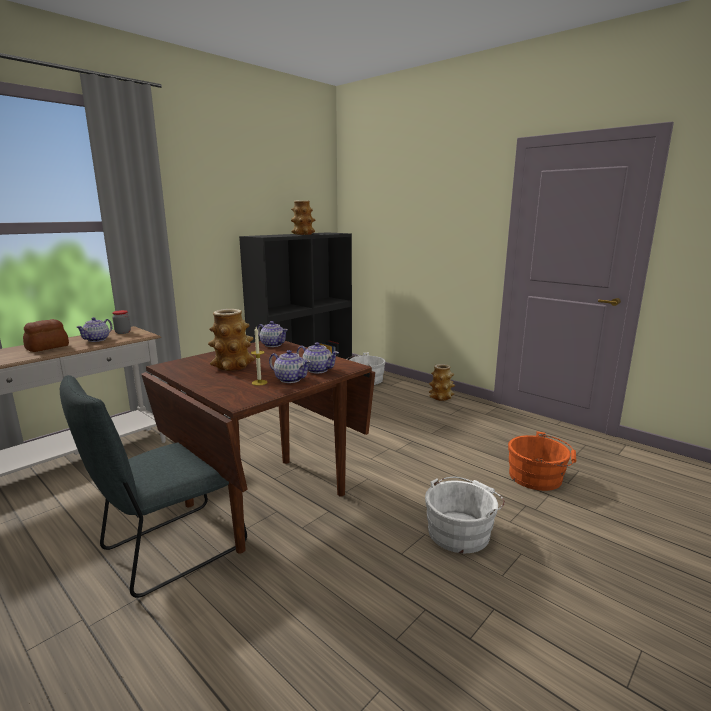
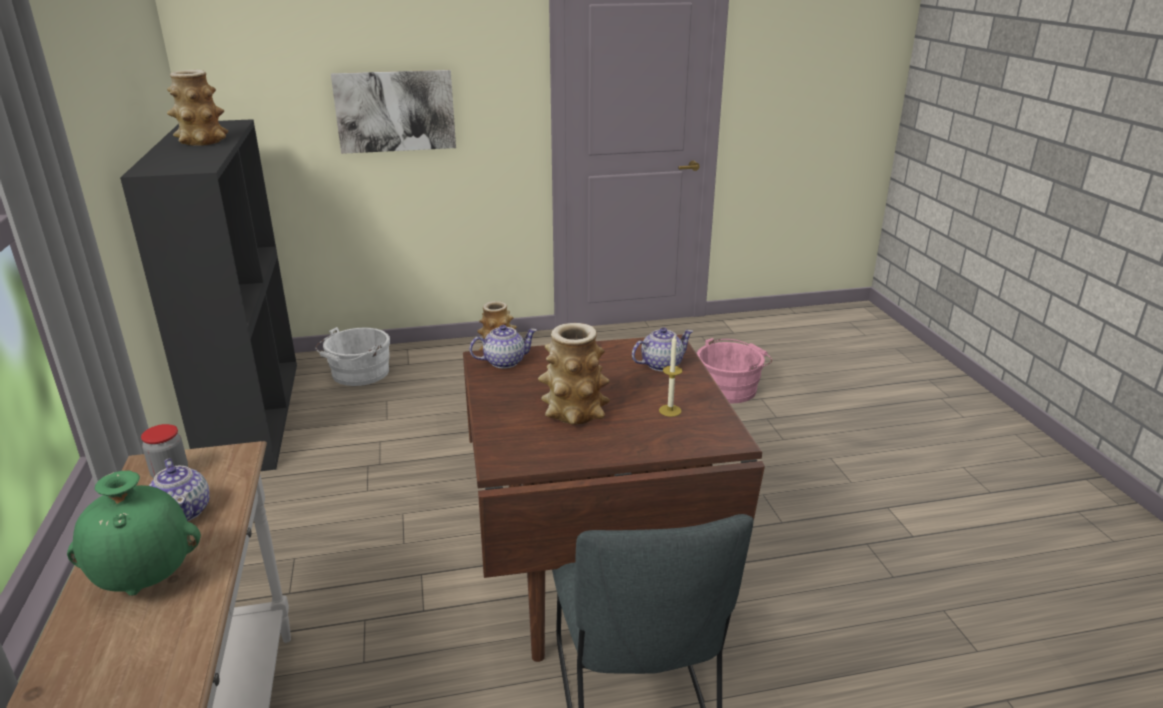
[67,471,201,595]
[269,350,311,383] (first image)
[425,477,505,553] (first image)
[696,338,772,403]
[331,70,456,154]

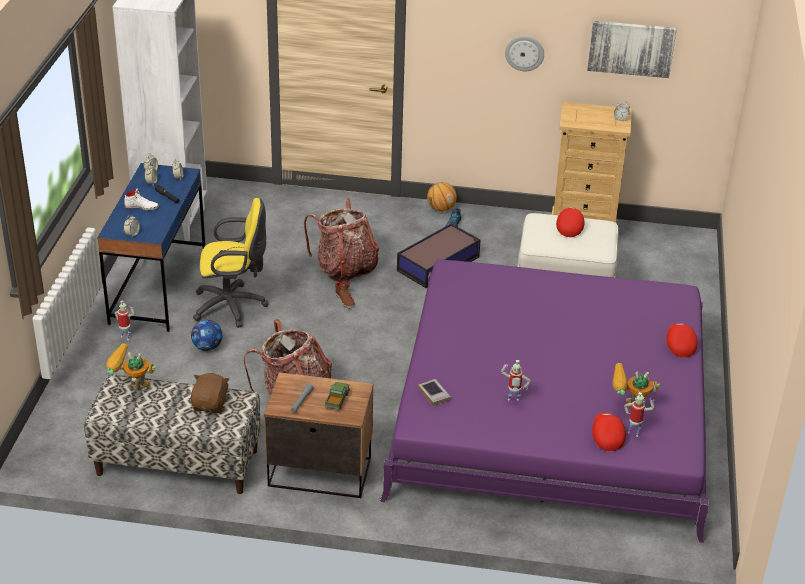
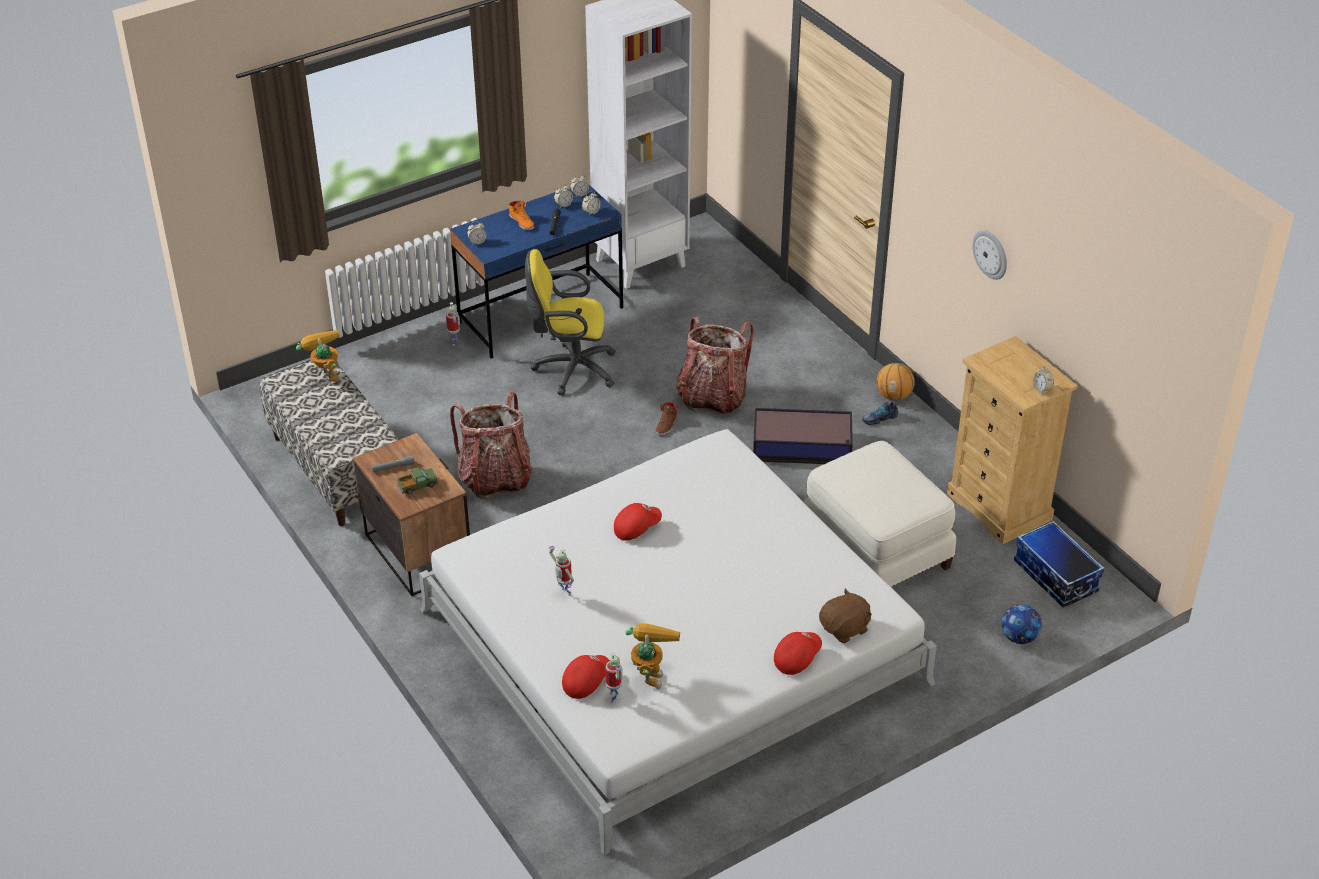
[509,201,534,230]
[819,588,872,643]
[1001,604,1042,644]
[525,249,616,396]
[419,429,937,855]
[418,379,451,406] (first image)
[614,503,662,541]
[587,21,676,78] (first image)
[625,624,680,689]
[1014,521,1105,608]

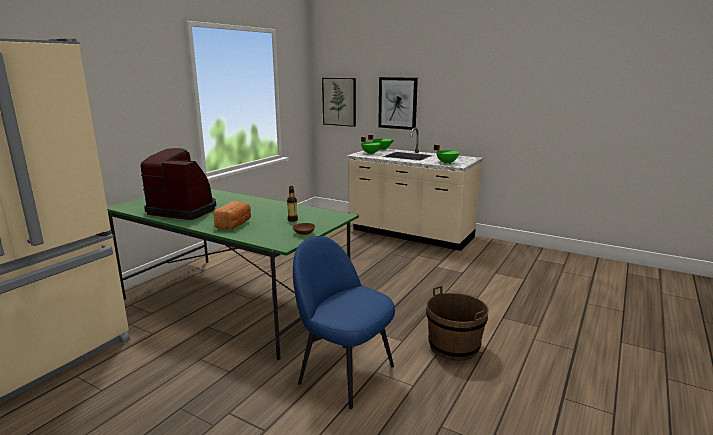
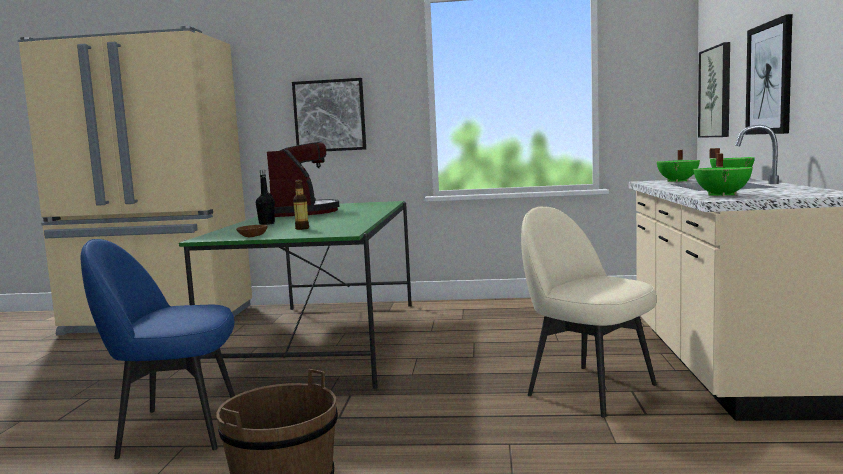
[256,170,275,225]
[81,239,235,459]
[292,78,366,151]
[521,206,657,418]

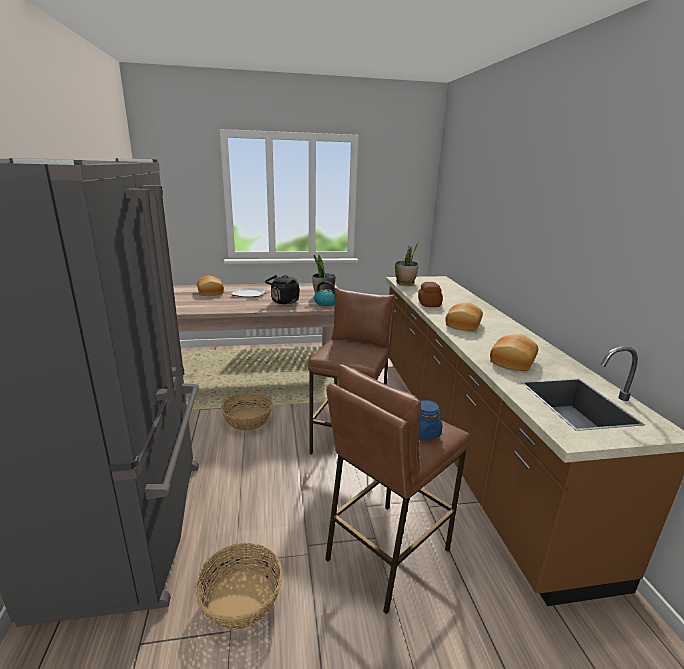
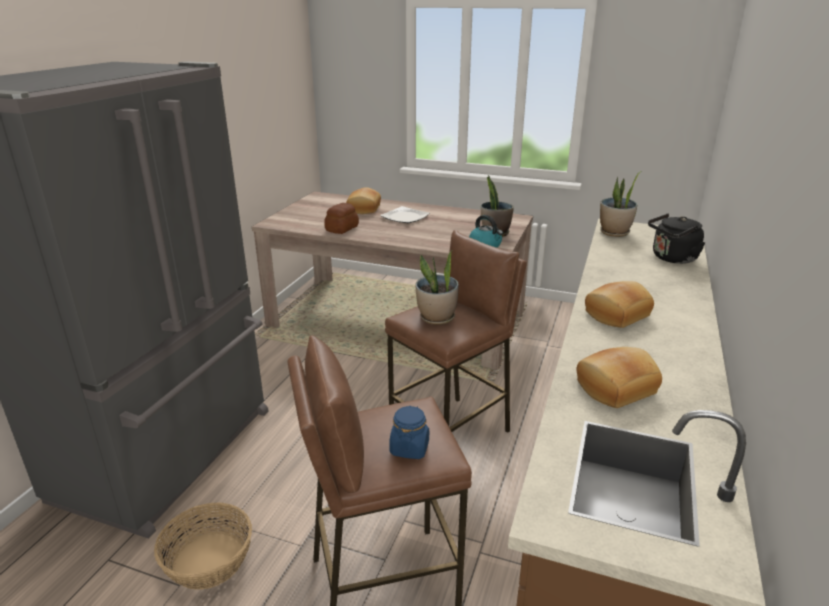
[221,392,273,431] (first image)
[648,214,705,264]
[324,203,359,234]
[415,250,459,325]

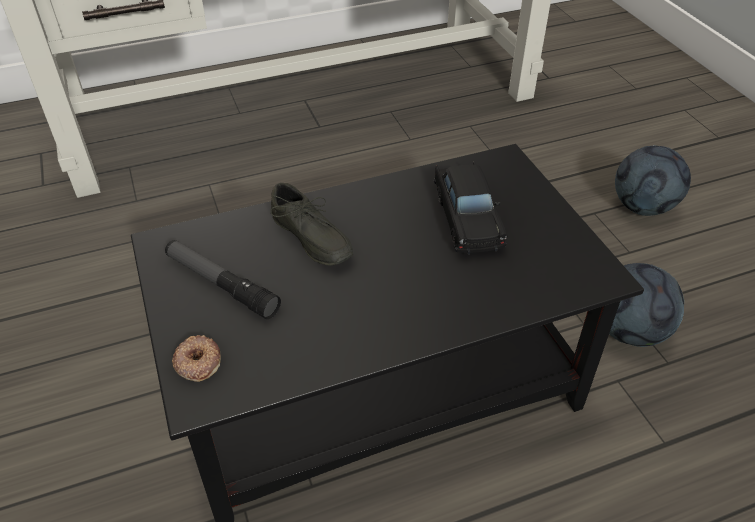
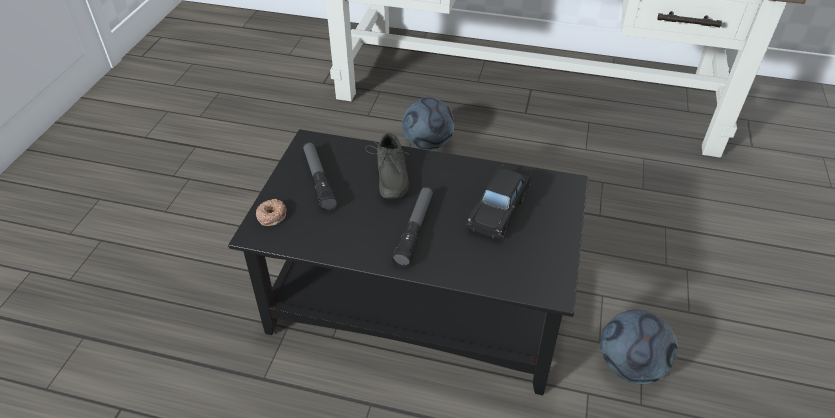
[402,97,454,150]
[392,186,433,267]

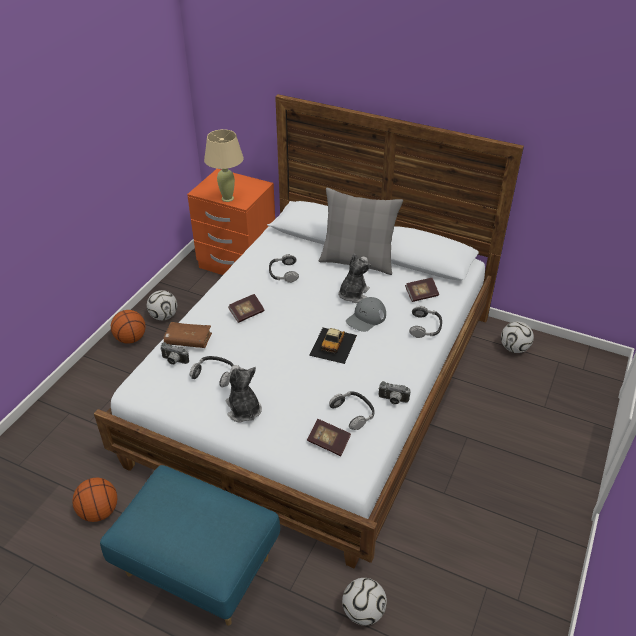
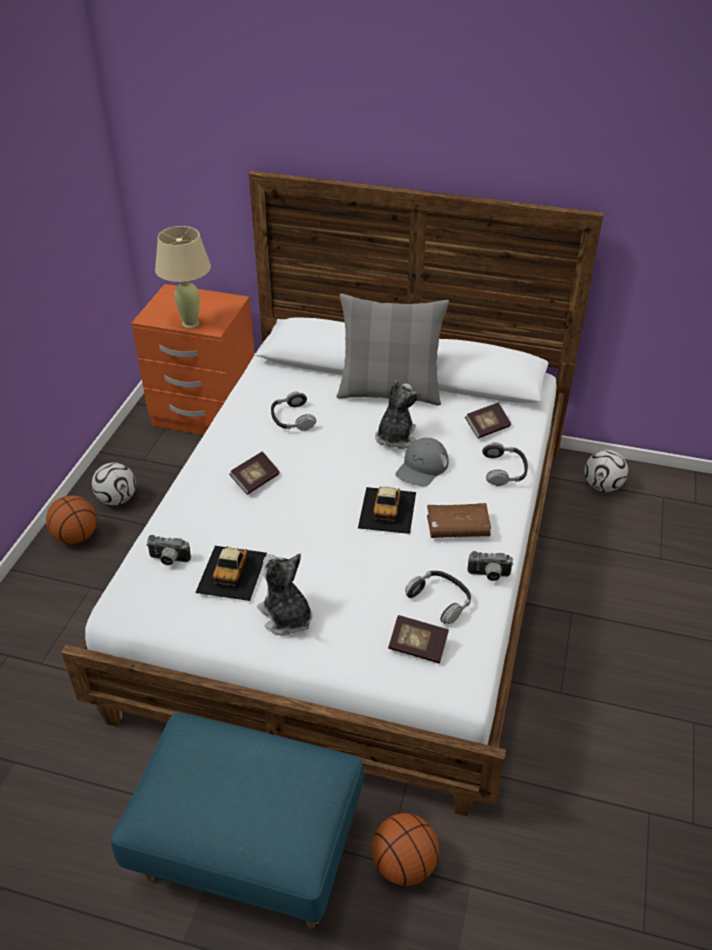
[372,813,439,886]
[427,503,491,538]
[195,546,267,601]
[342,578,387,625] (first image)

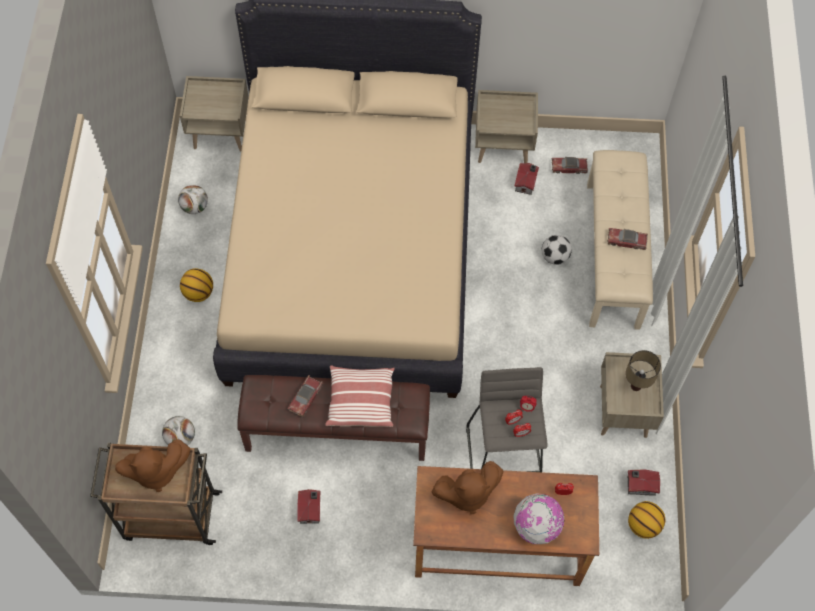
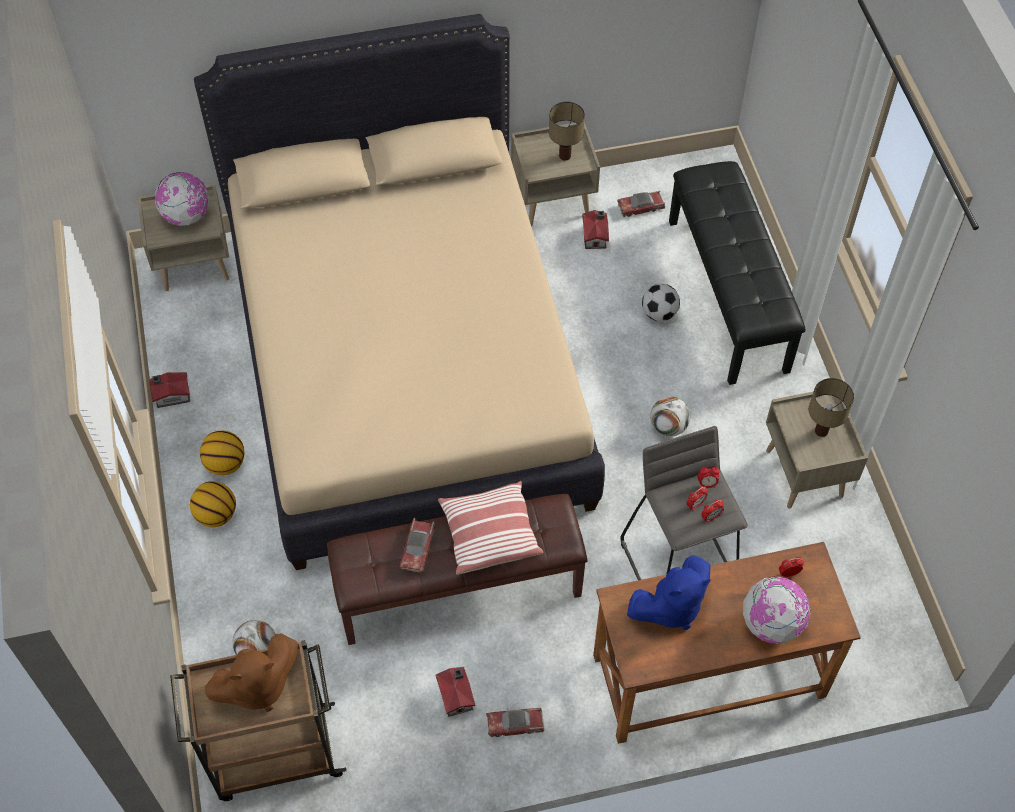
[650,397,690,437]
[627,555,711,630]
[669,161,806,385]
[486,708,544,737]
[149,372,190,408]
[190,481,236,527]
[155,172,209,226]
[549,102,585,161]

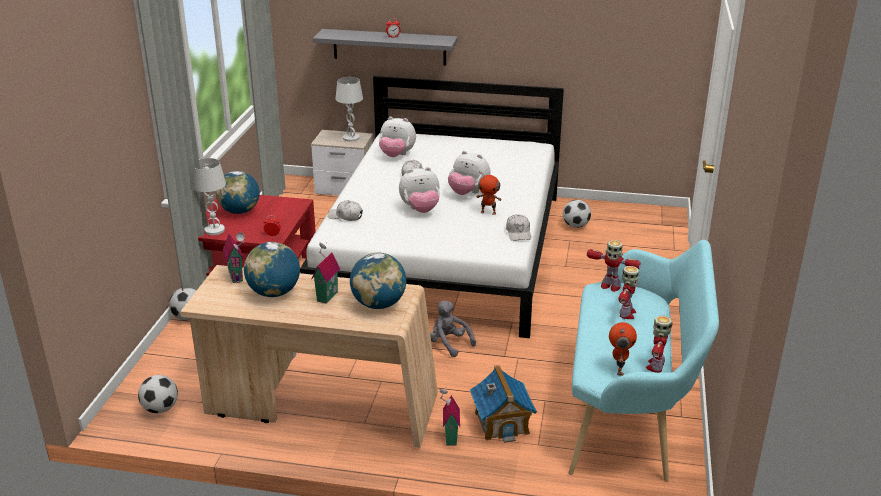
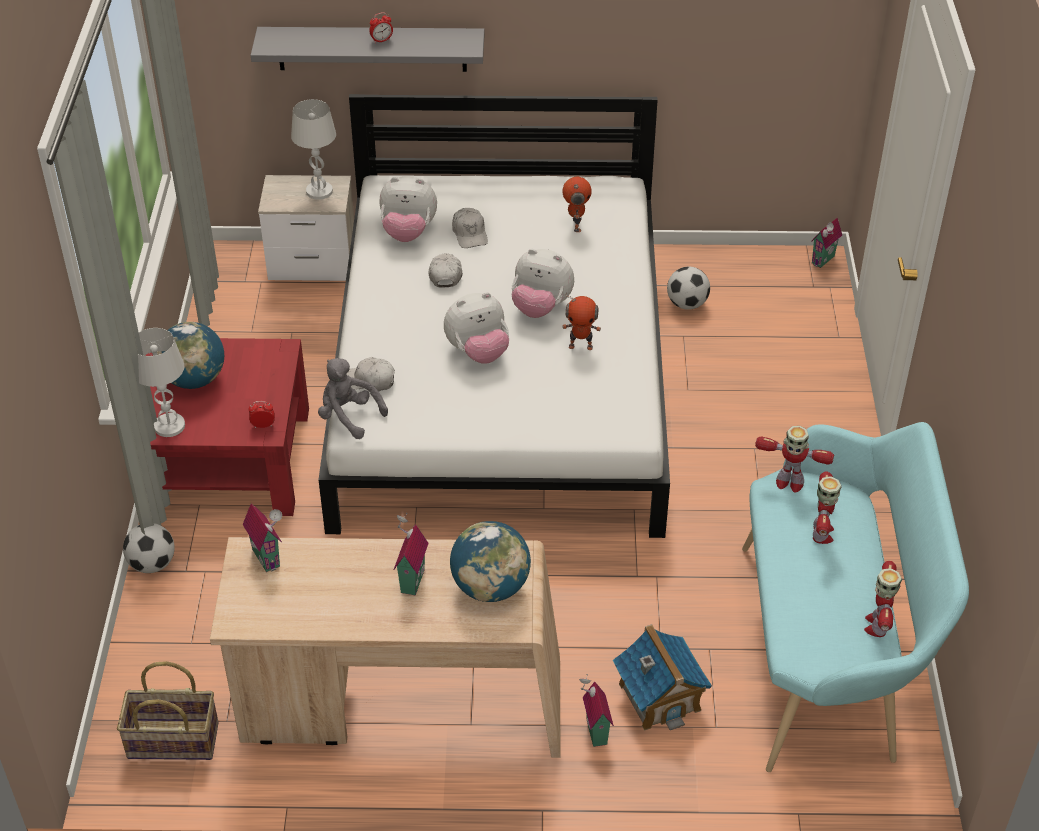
[117,661,219,760]
[244,242,300,297] (first image)
[318,358,388,439]
[452,208,488,248]
[562,177,592,232]
[811,218,842,268]

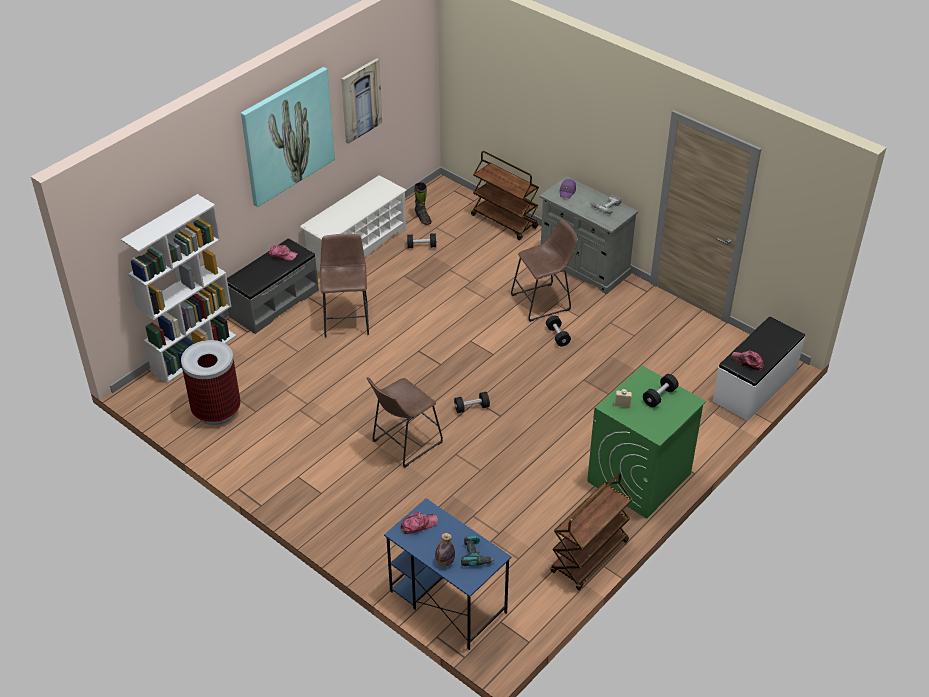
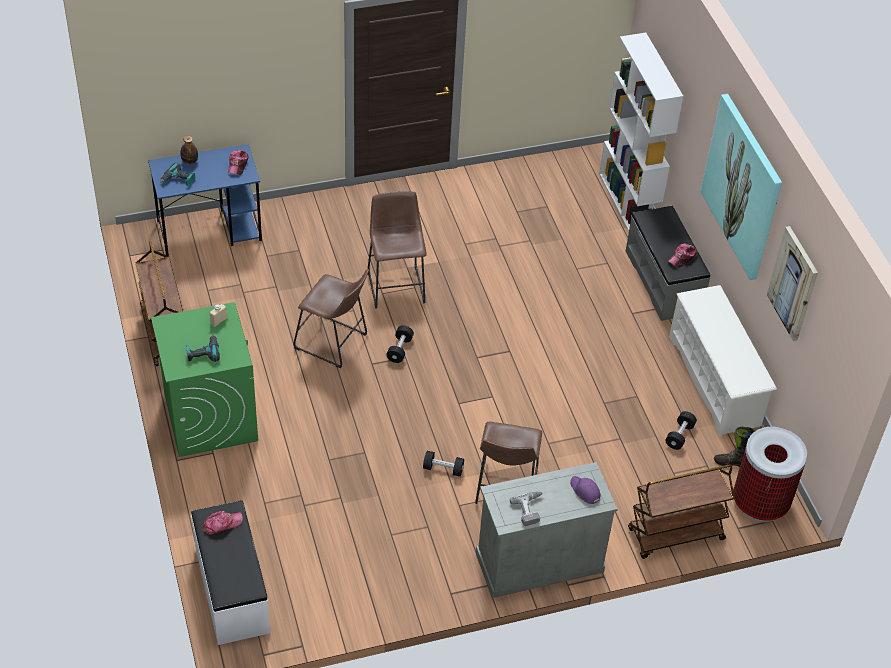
[733,427,807,522]
[293,269,369,368]
[186,335,220,362]

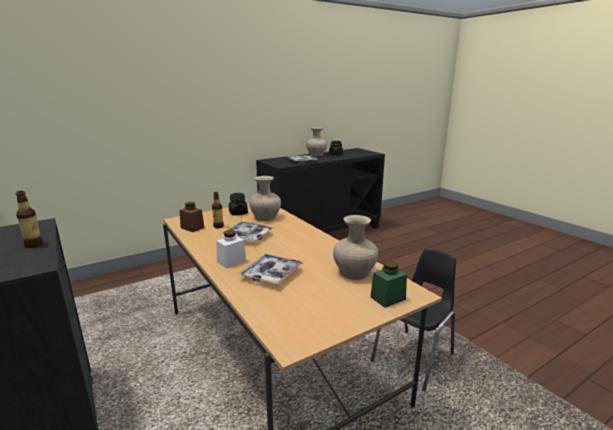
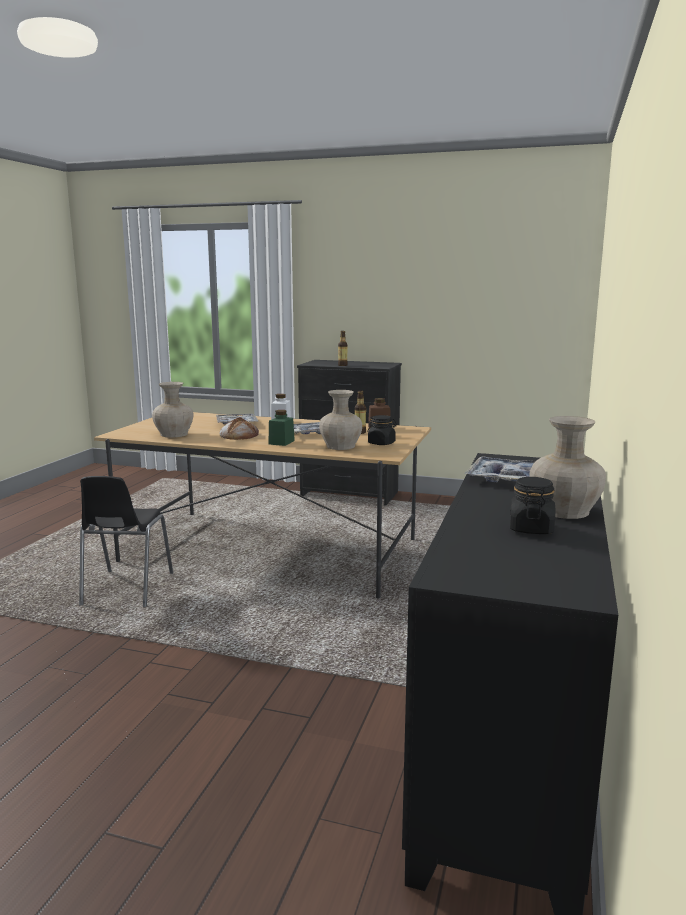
[269,410,295,446]
[220,417,259,440]

